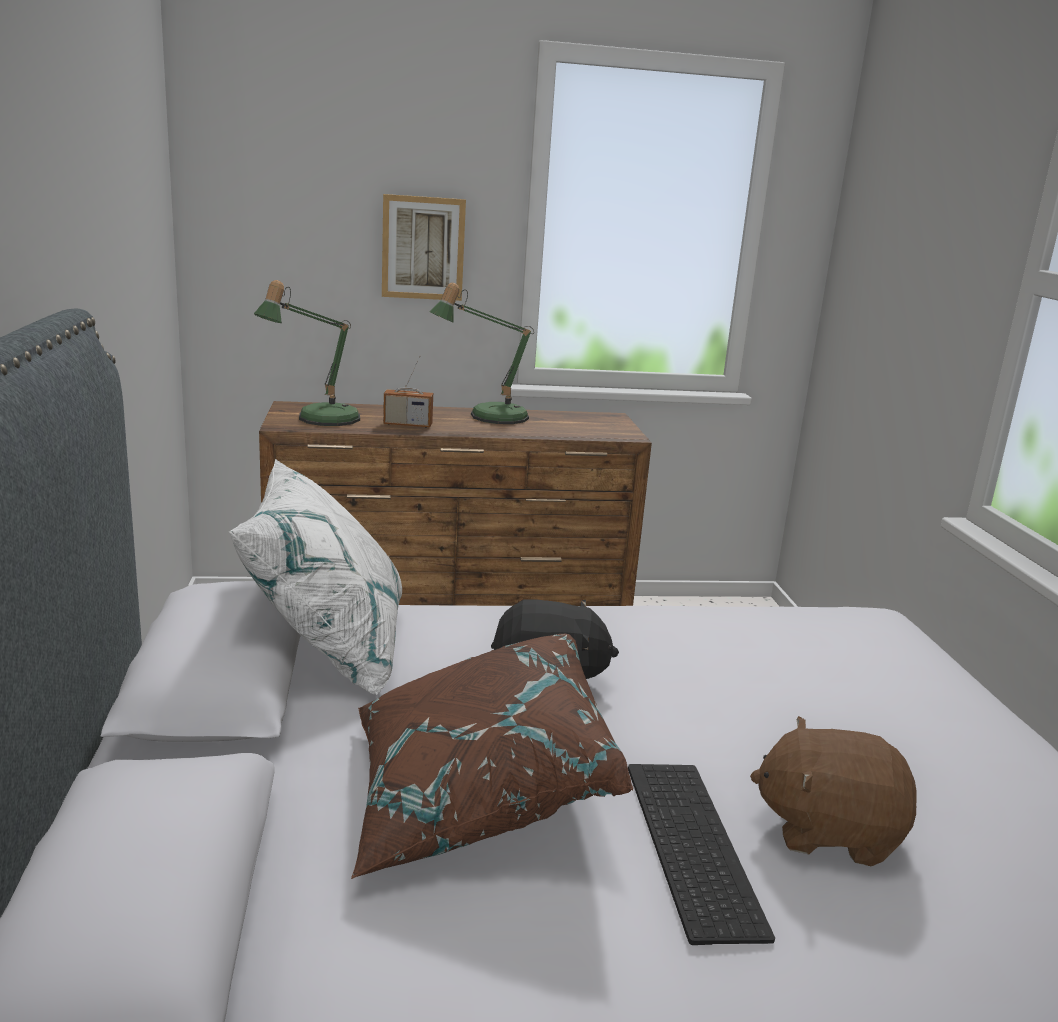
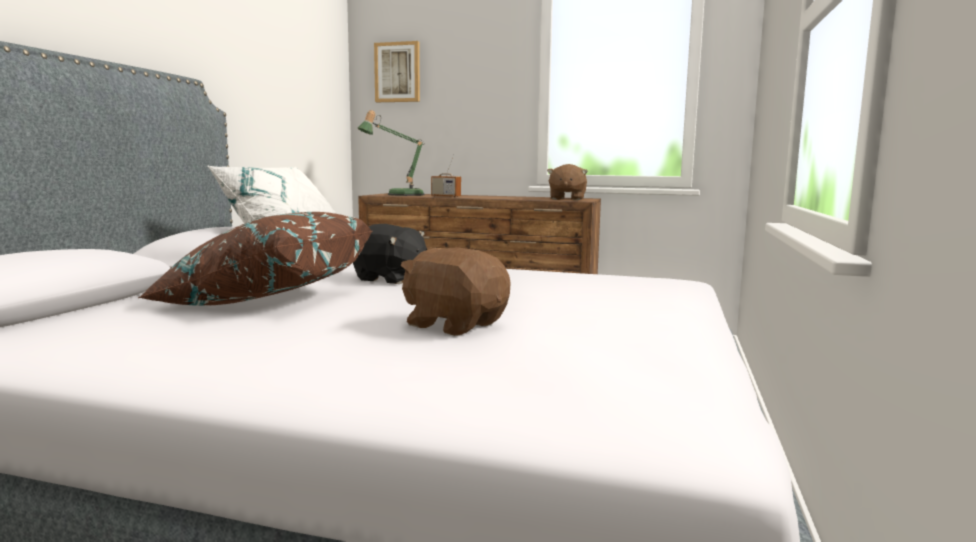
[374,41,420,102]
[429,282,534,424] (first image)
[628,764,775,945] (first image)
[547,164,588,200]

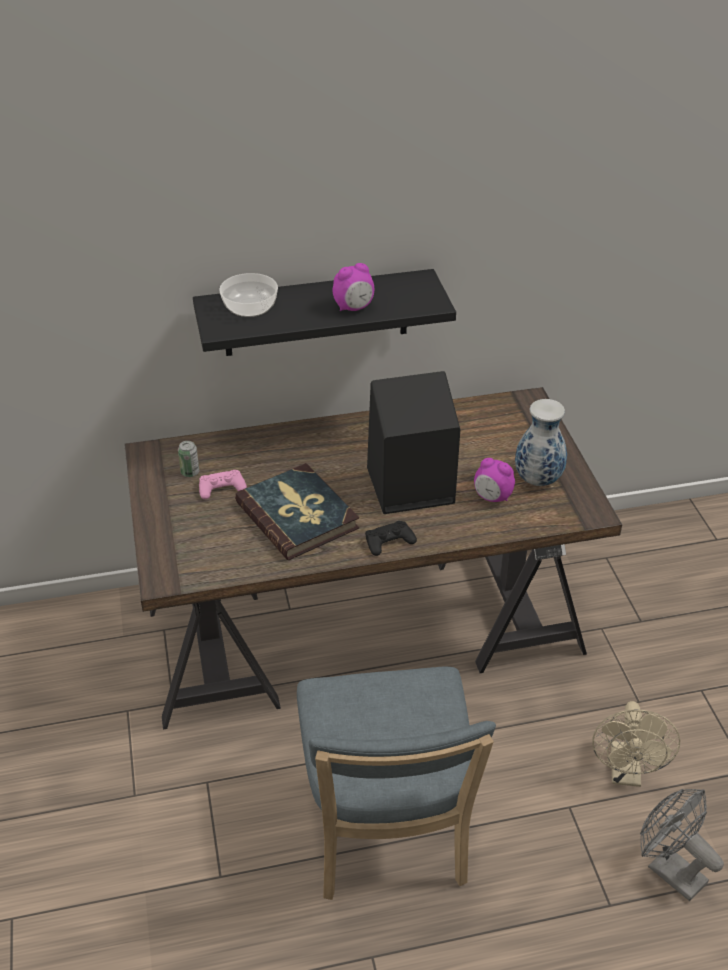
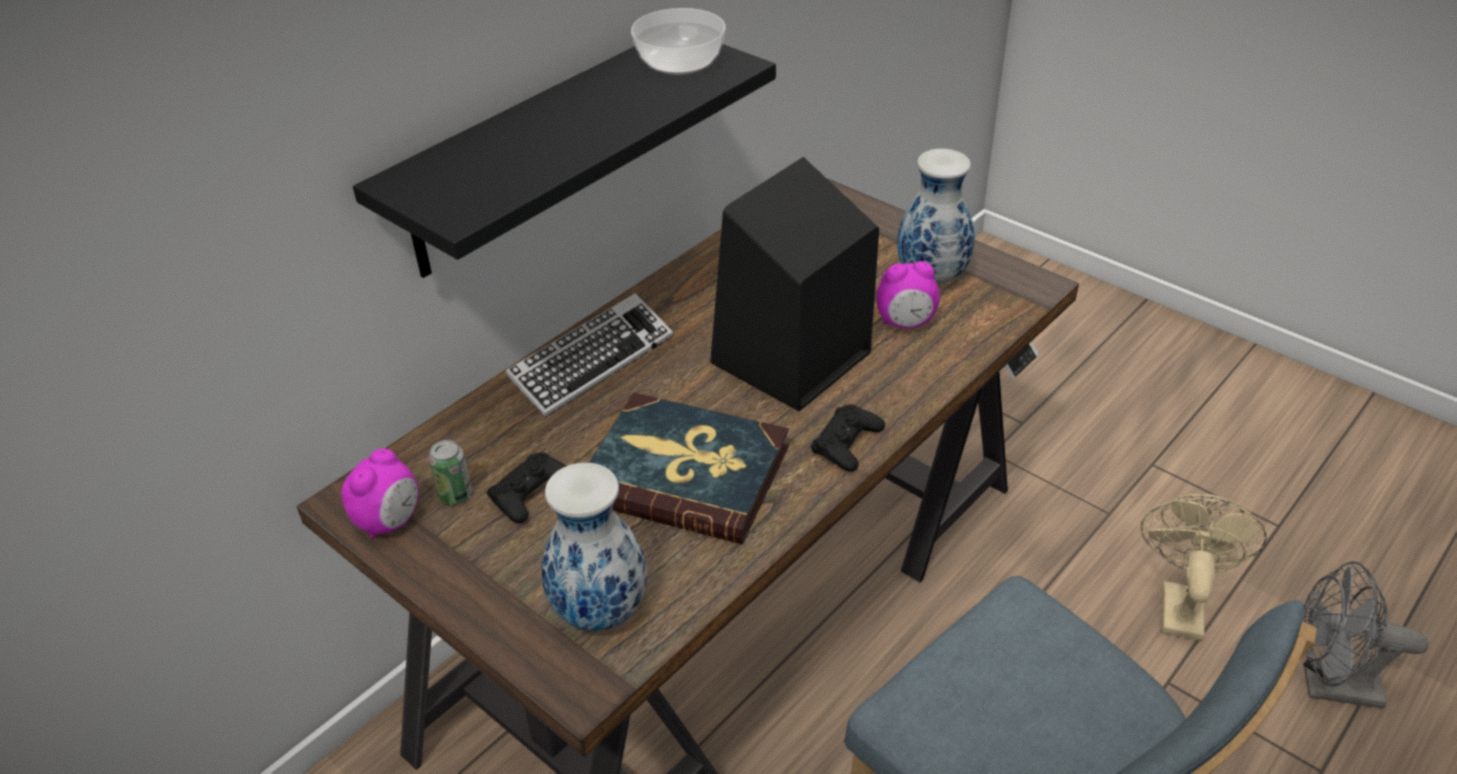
[487,452,566,523]
[631,8,726,75]
[341,449,418,539]
[1140,494,1267,641]
[505,293,673,418]
[541,463,647,631]

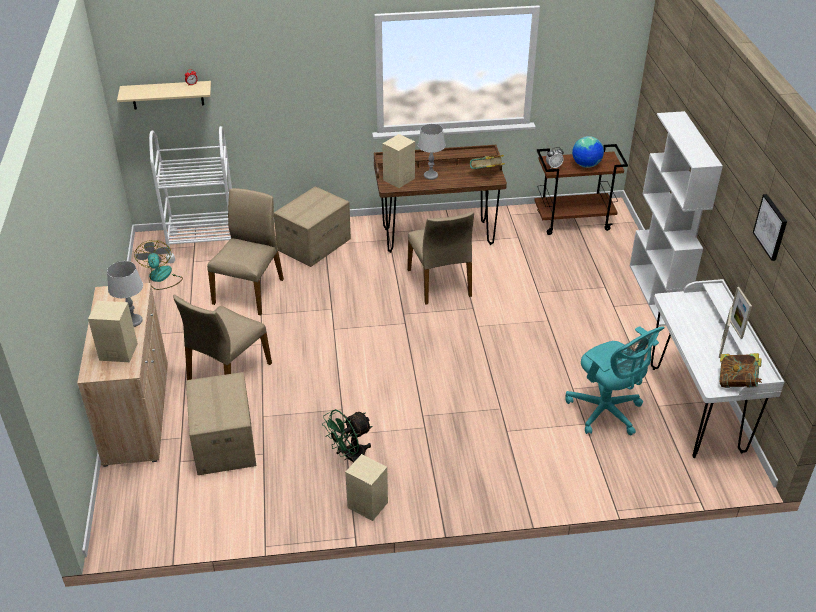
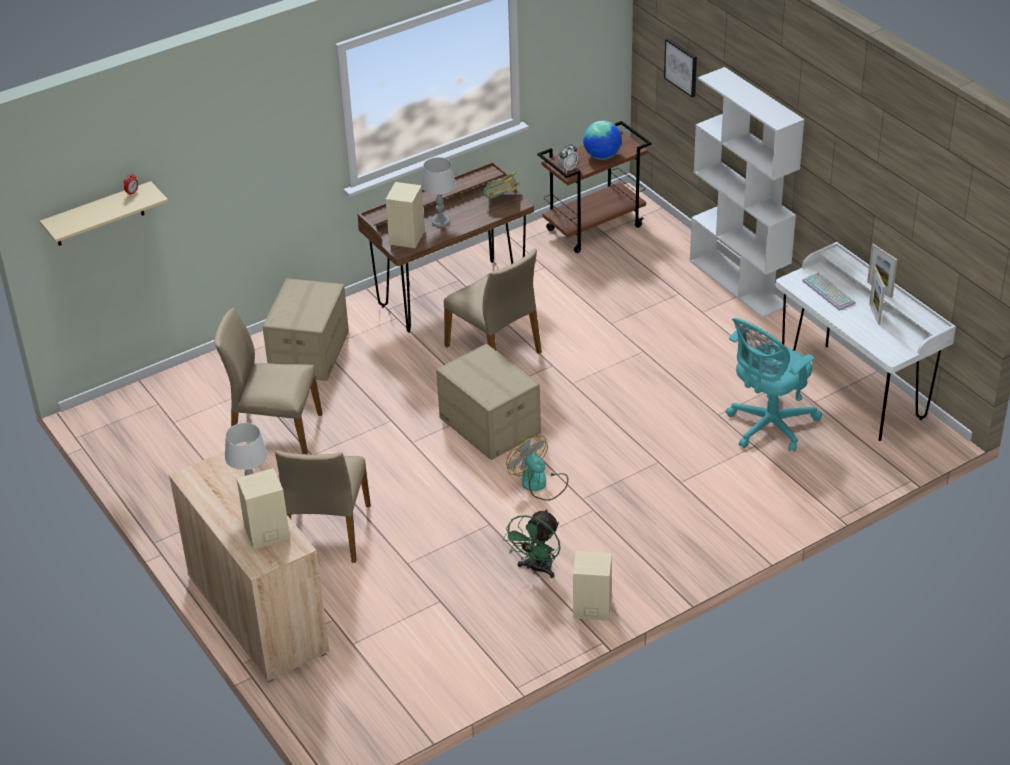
[506,434,568,501]
[149,126,232,263] (first image)
[436,344,541,460]
[214,308,322,454]
[726,318,822,452]
[719,353,762,388] (first image)
[664,38,697,97]
[802,273,856,311]

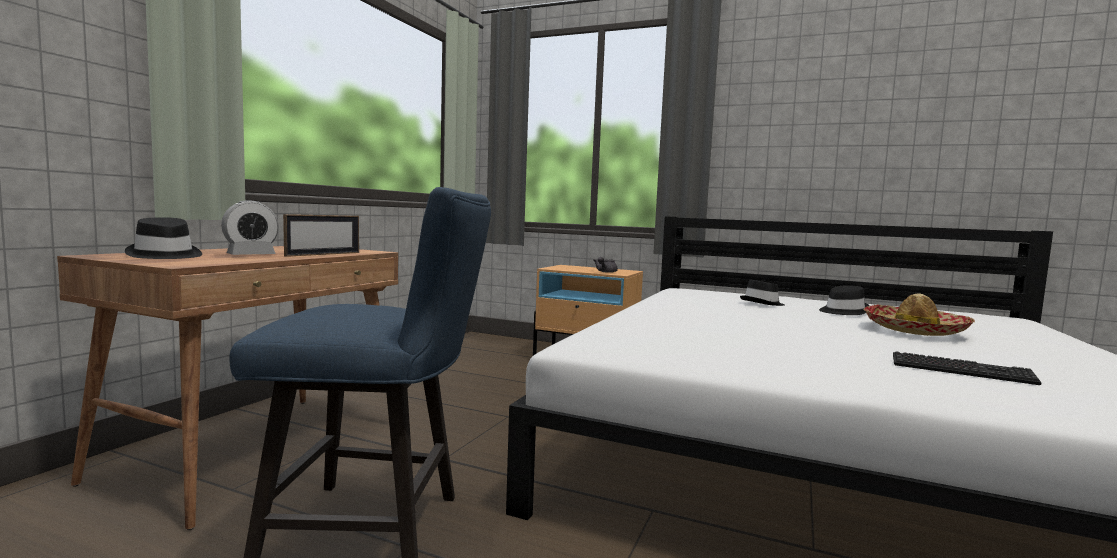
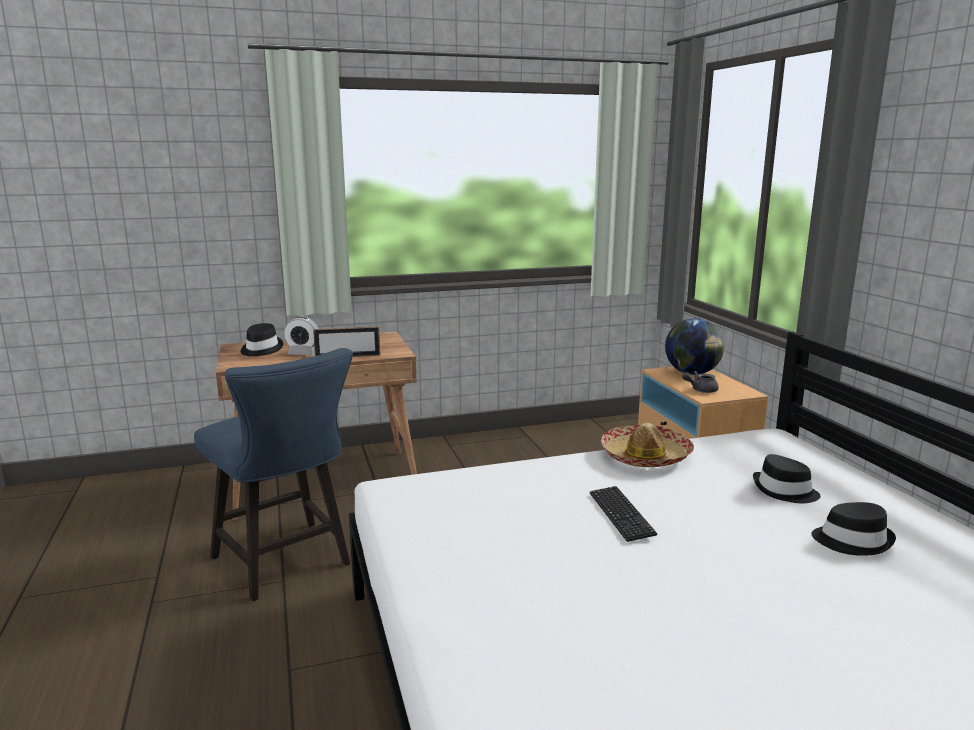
[601,423,694,467]
[590,486,657,542]
[665,318,724,375]

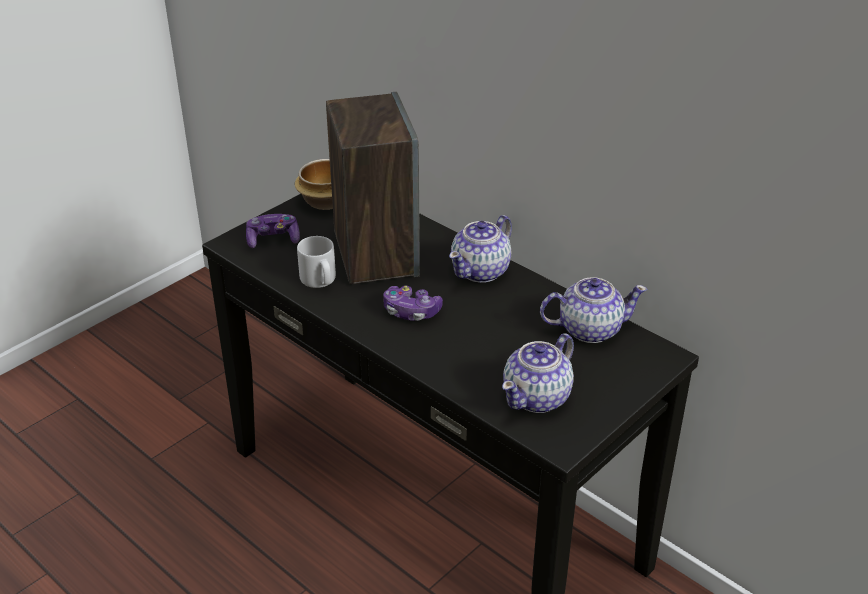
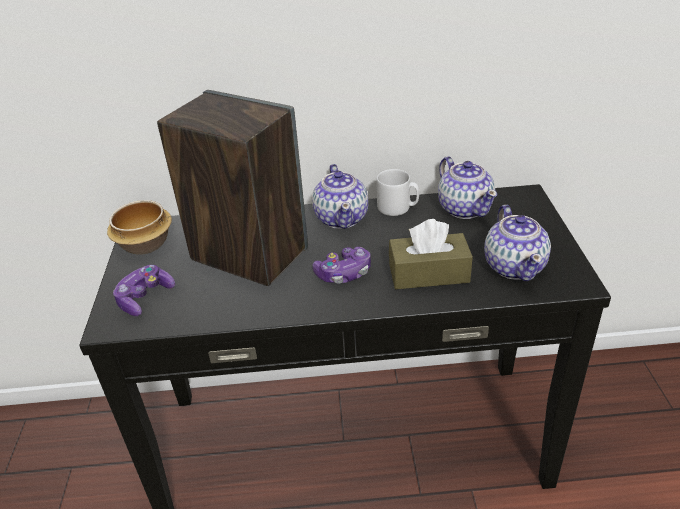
[377,169,419,216]
[438,156,497,219]
[389,219,473,289]

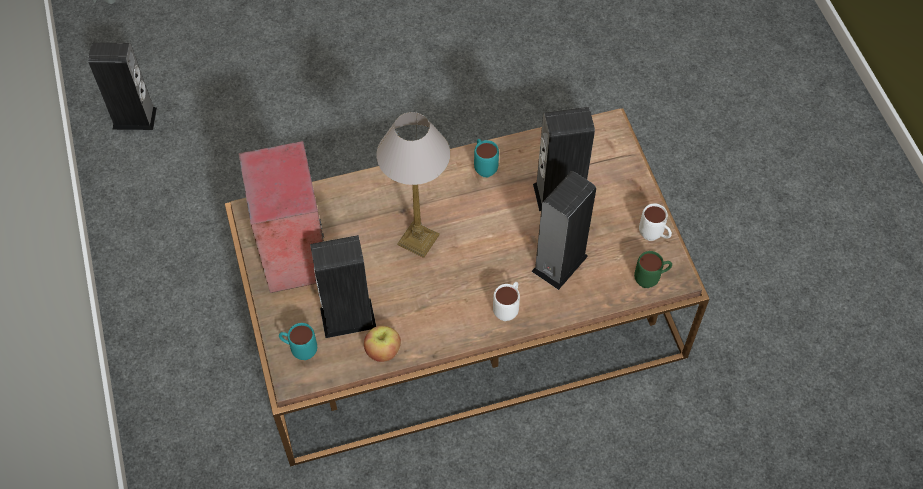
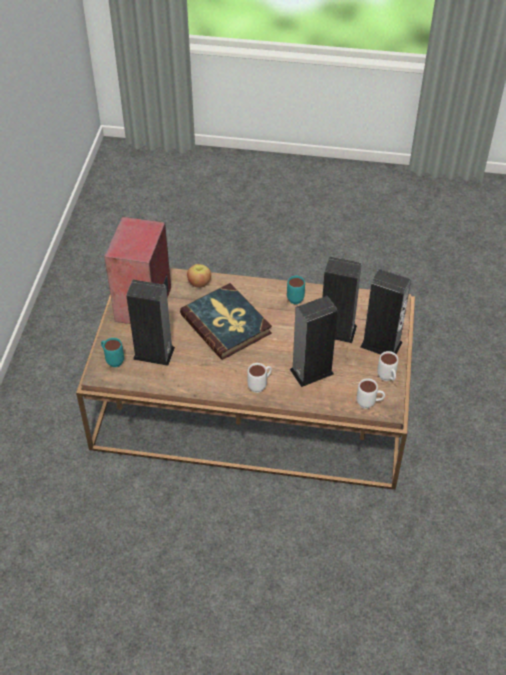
[360,269,411,355]
[187,264,211,288]
[180,283,272,360]
[357,378,385,409]

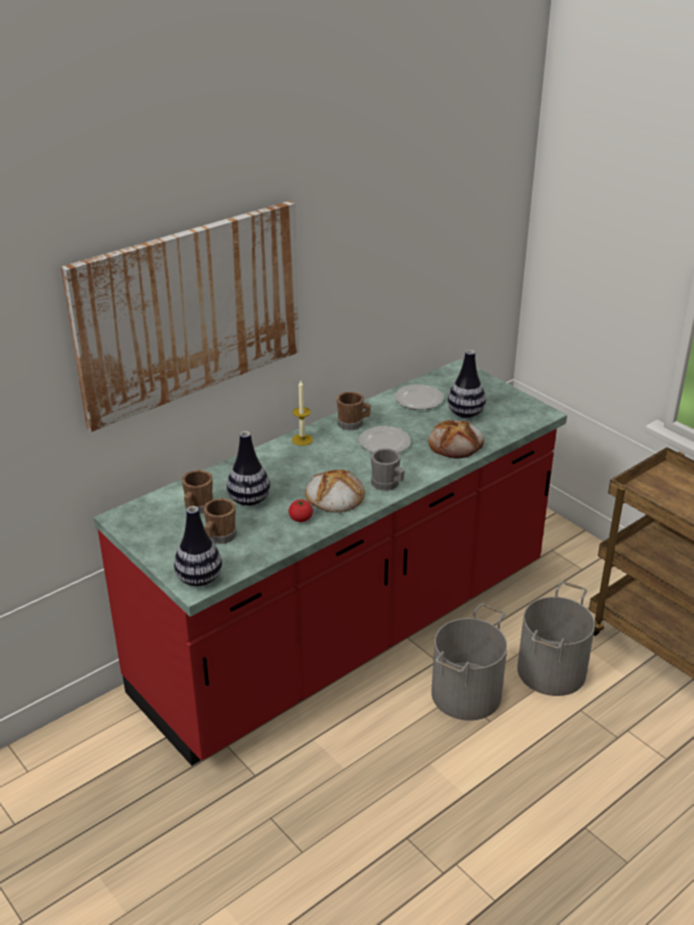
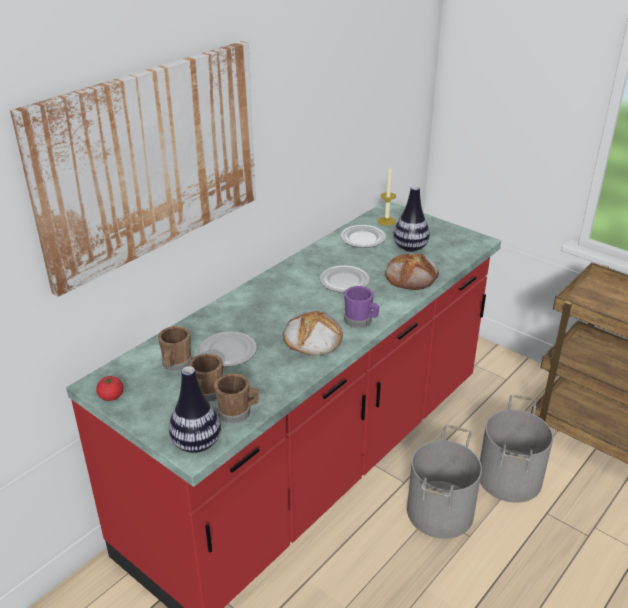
[199,331,257,367]
[96,376,124,401]
[378,167,396,226]
[214,373,259,424]
[344,286,380,328]

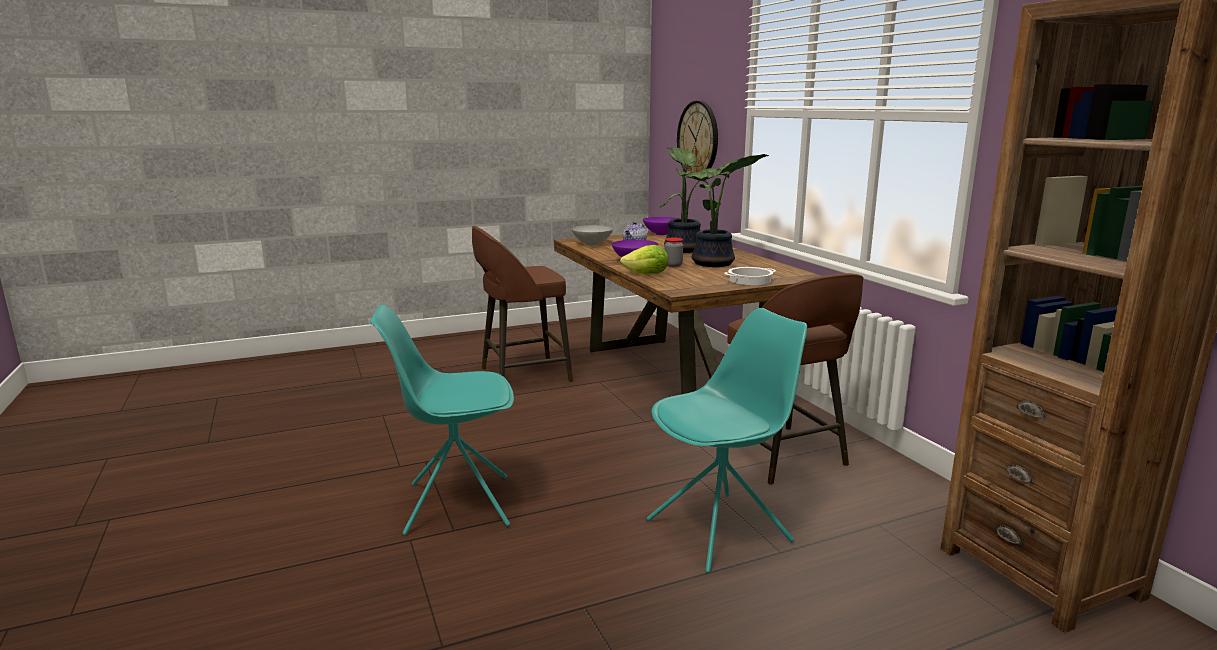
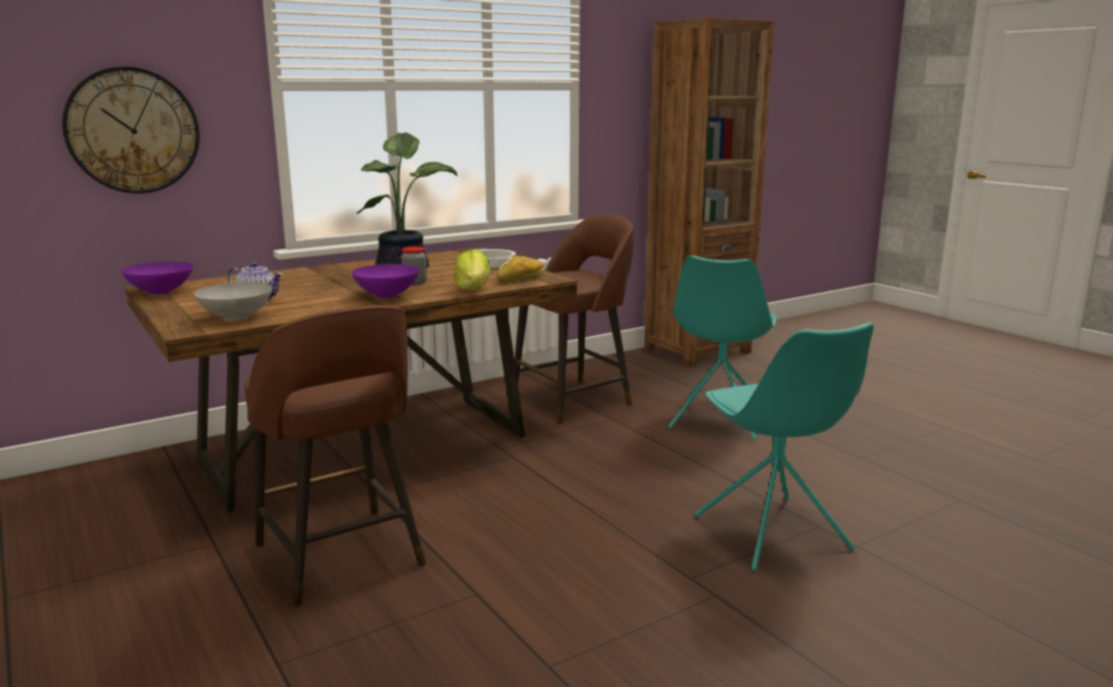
[668,255,776,440]
[659,147,729,253] (first image)
[497,255,545,283]

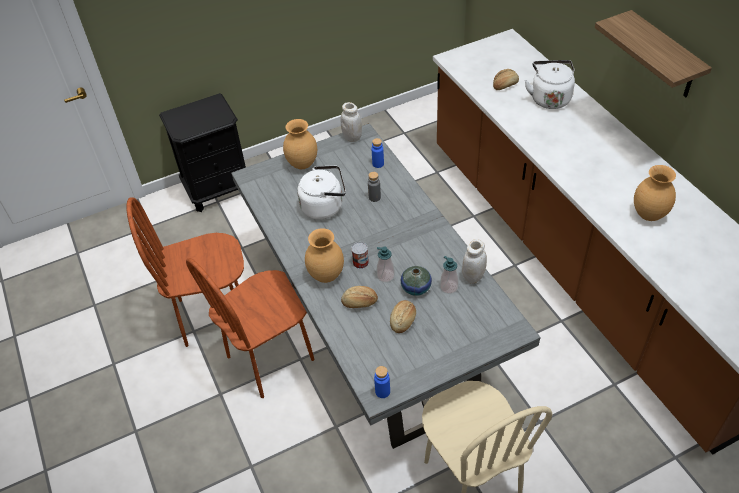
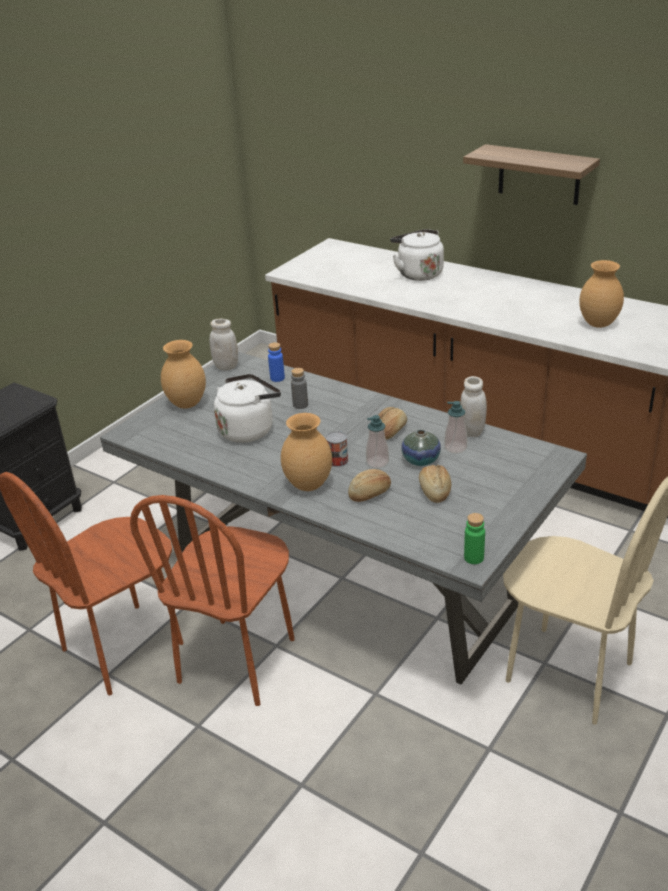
[464,513,485,564]
[379,407,407,440]

